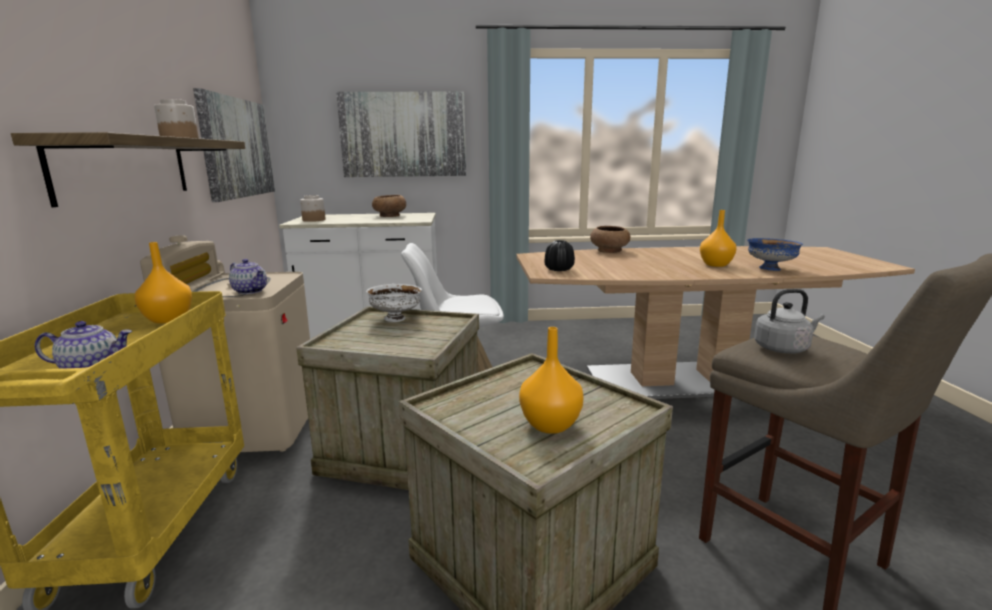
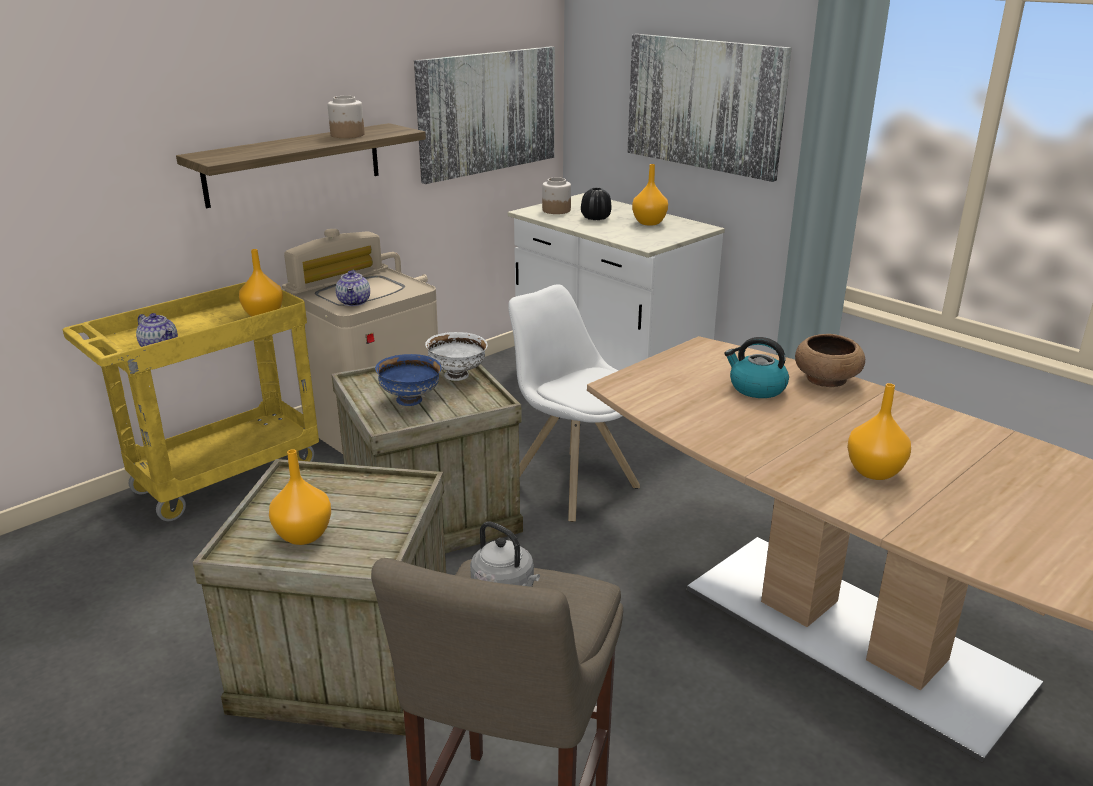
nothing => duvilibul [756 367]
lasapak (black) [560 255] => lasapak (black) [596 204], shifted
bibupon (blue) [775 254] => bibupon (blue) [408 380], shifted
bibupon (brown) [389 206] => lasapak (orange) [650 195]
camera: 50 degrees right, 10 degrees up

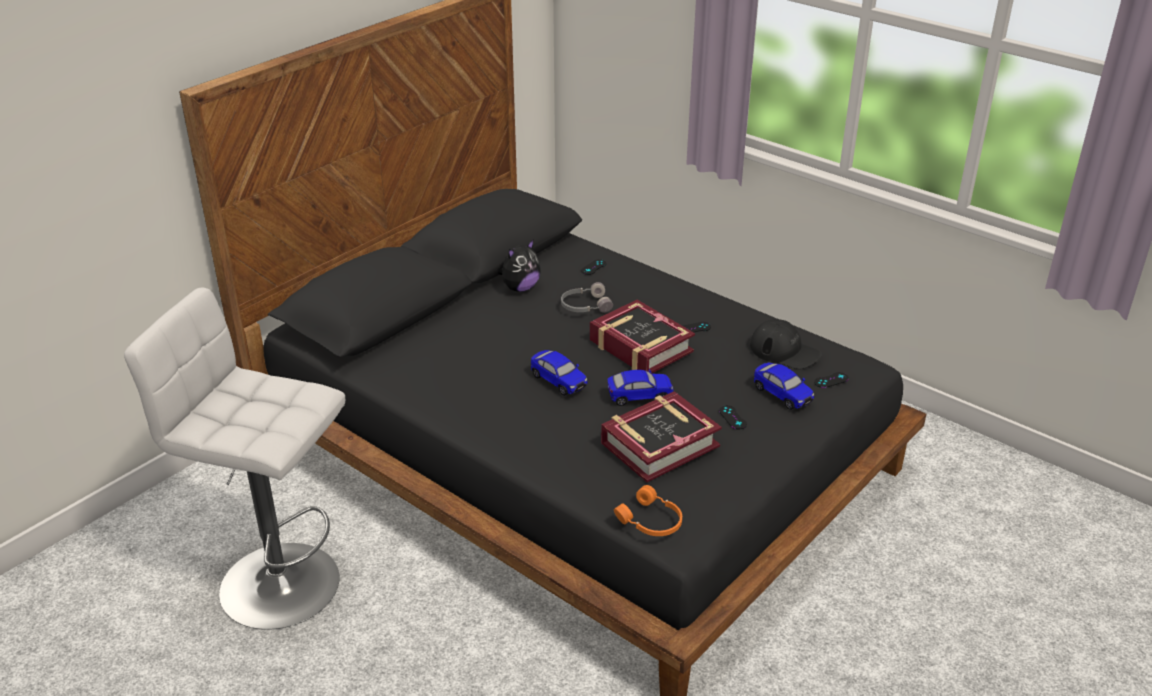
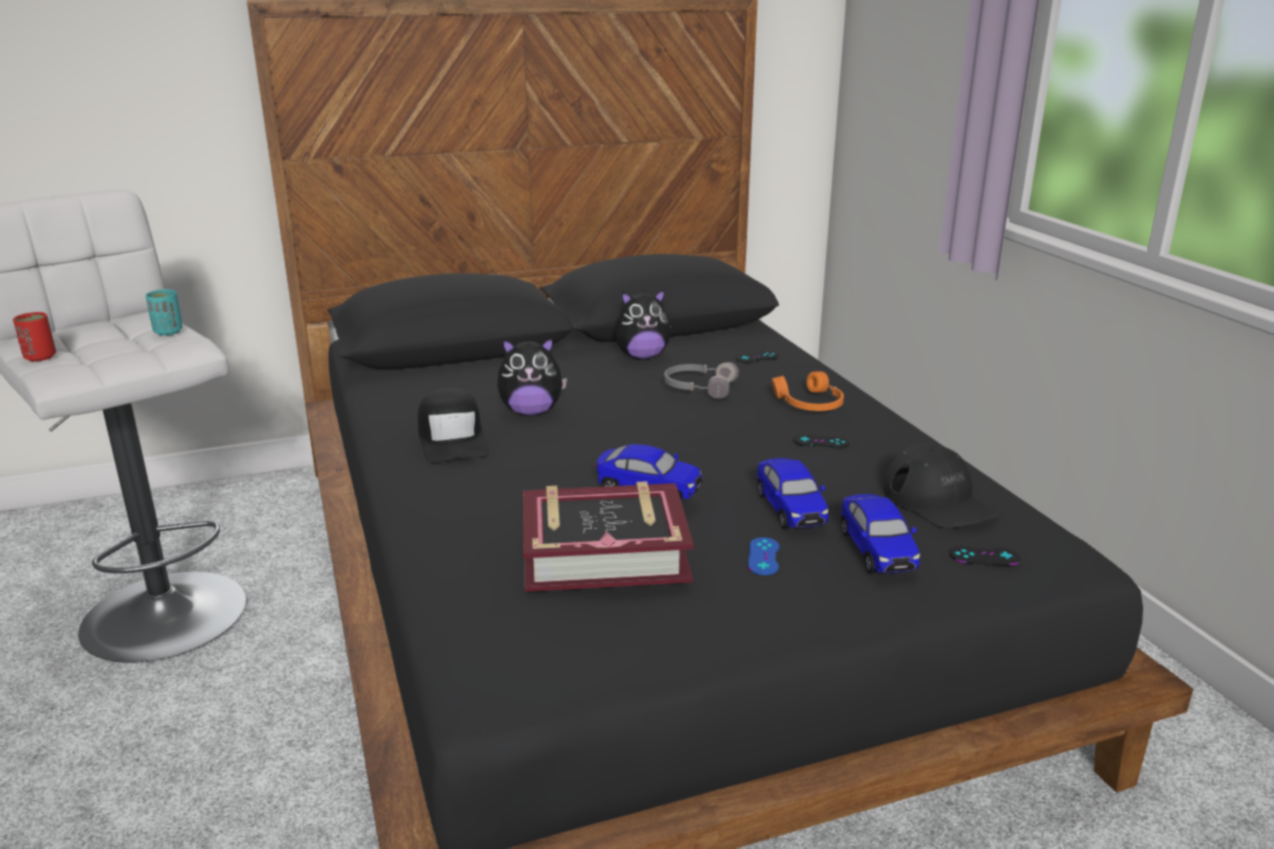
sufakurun [642 336] => nothing
nothing => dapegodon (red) [34 336]
nothing => dapegodon (turquoise) [164 312]
nothing => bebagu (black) [453 425]
nothing => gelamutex [532 376]
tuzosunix [559 373] => tuzosunix [792 493], shifted
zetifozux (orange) [648 510] => zetifozux (orange) [808 391], shifted
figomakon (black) [733 417] => figomakon (blue) [763 556]
camera: 30 degrees right, 10 degrees down

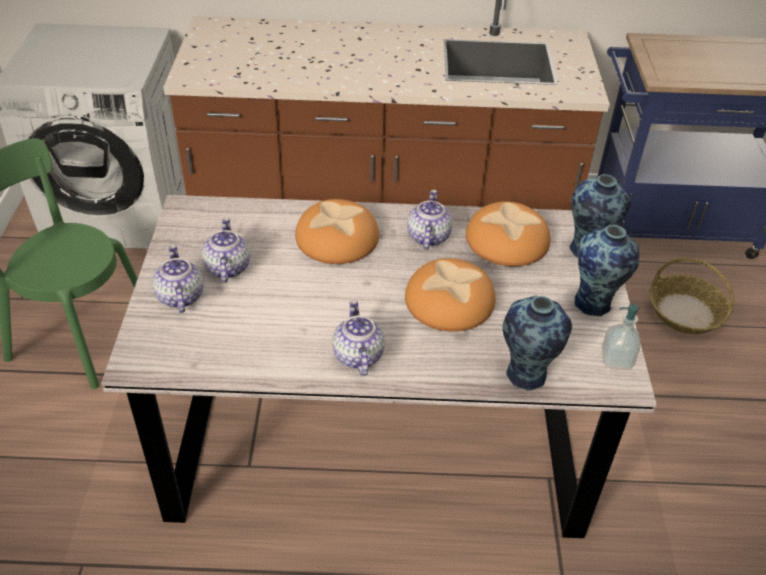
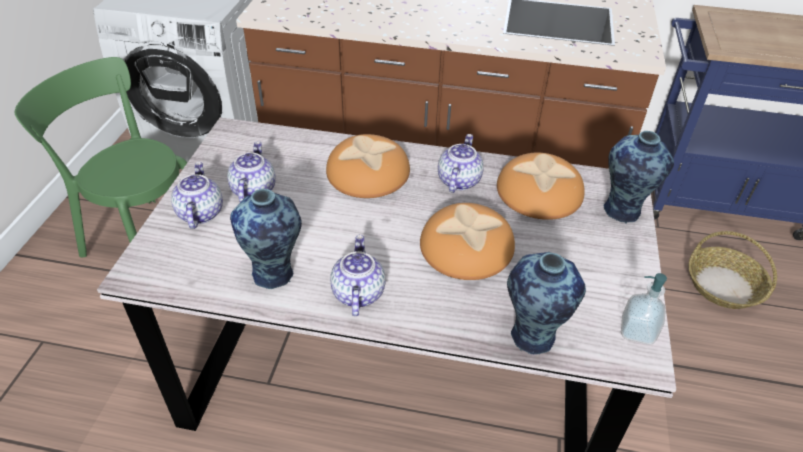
lasapak [607 270] => lasapak [266 239], shifted
camera: 10 degrees right, 0 degrees up

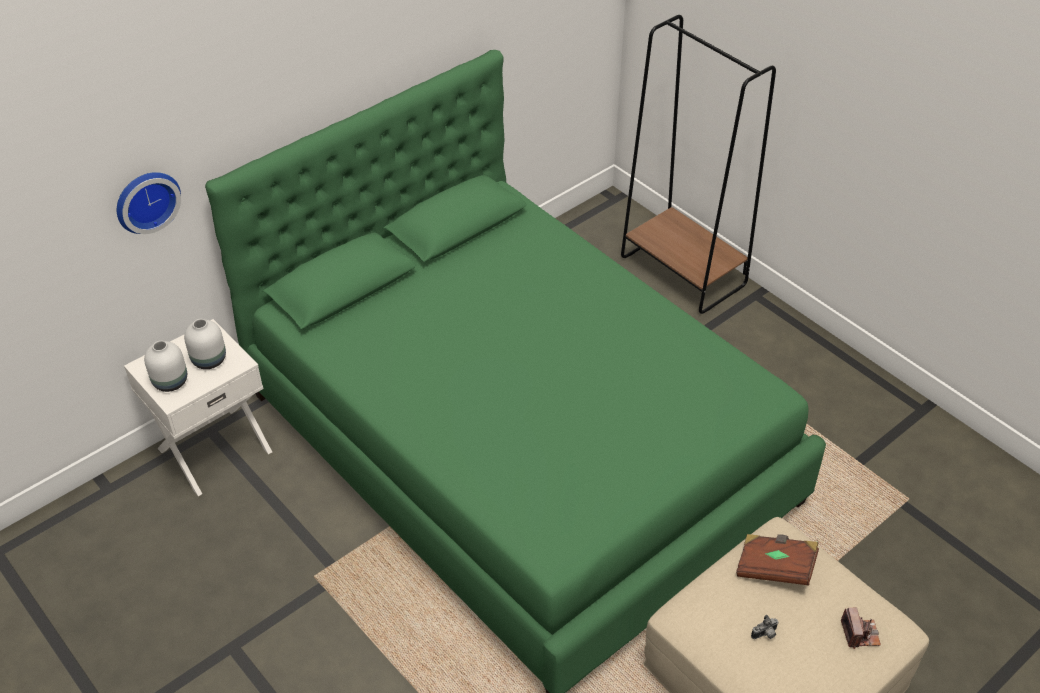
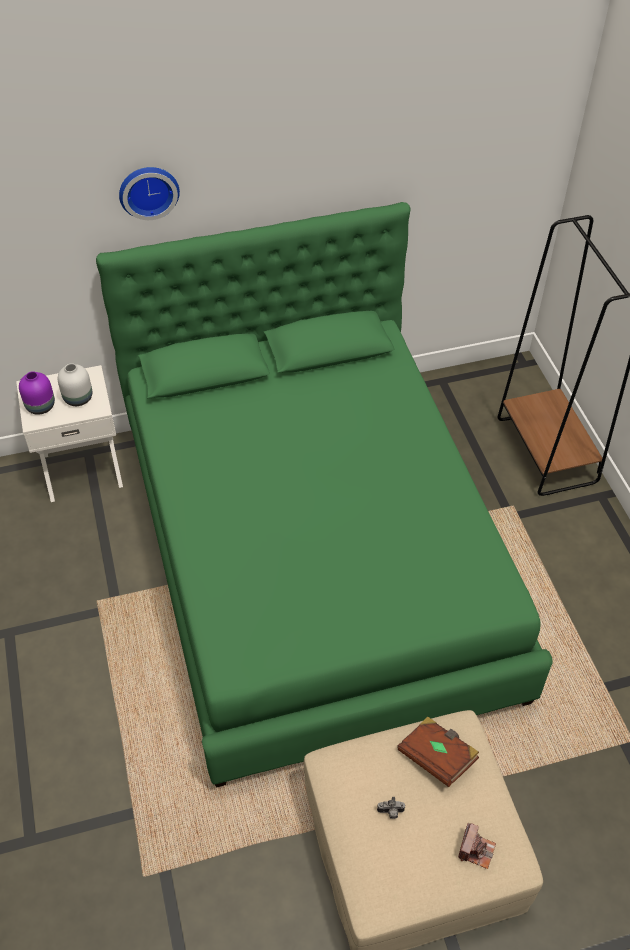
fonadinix [149 203] => fonadinix [149 193], shifted
lasapak (white) [165 366] => lasapak (purple) [37 393]
camera: 25 degrees right, 5 degrees up

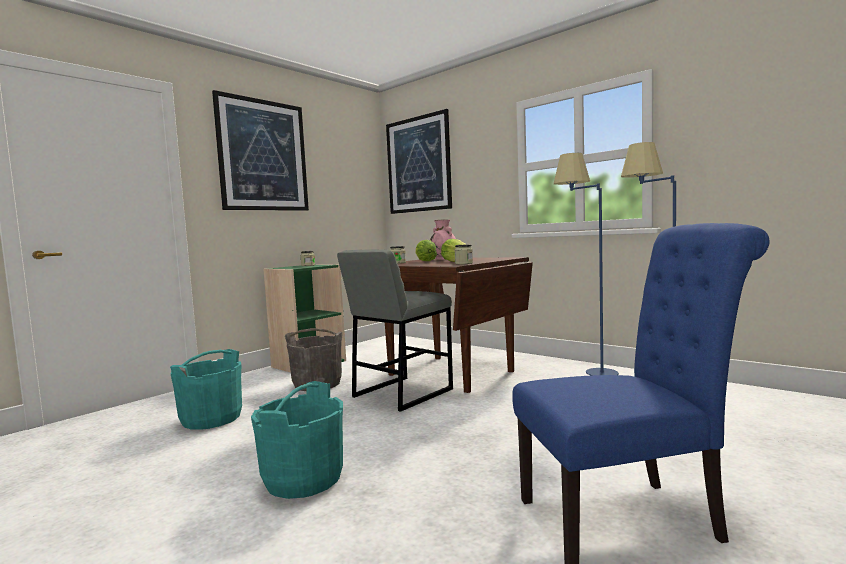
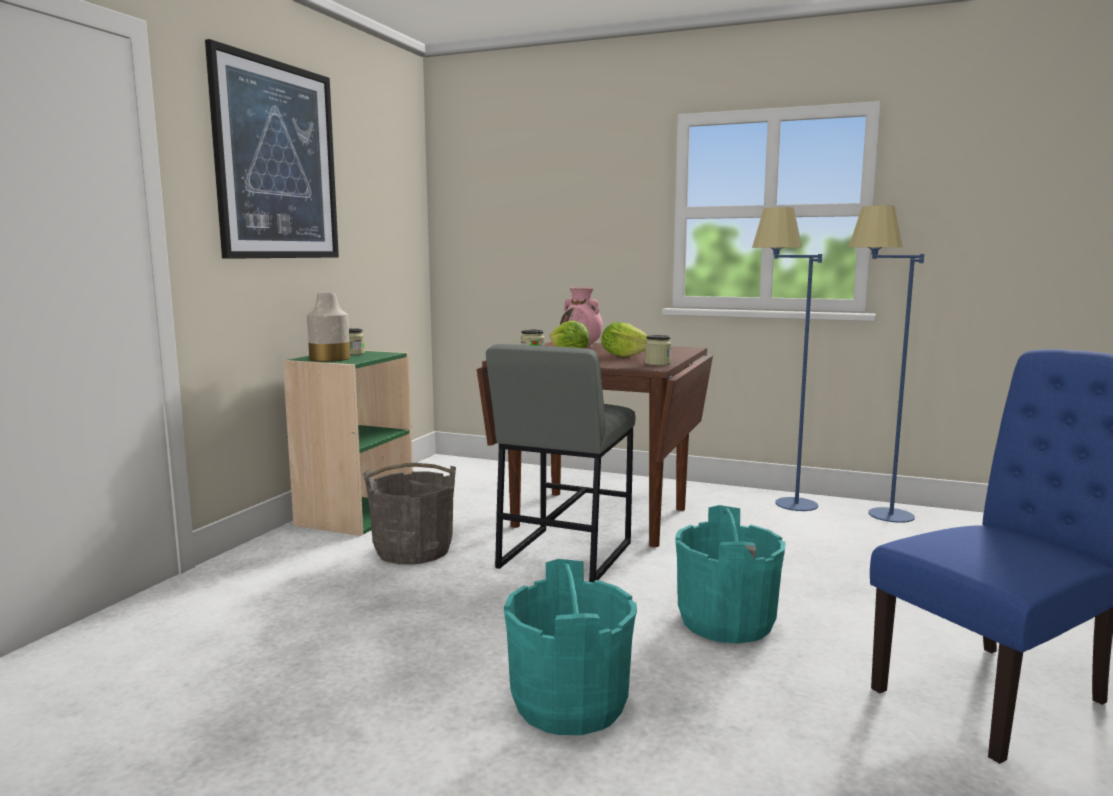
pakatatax [419 161] => nothing
nothing => lasapak (beige) [328 327]
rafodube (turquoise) [206 389] => rafodube (turquoise) [730 574], shifted
camera: 20 degrees left, 5 degrees up

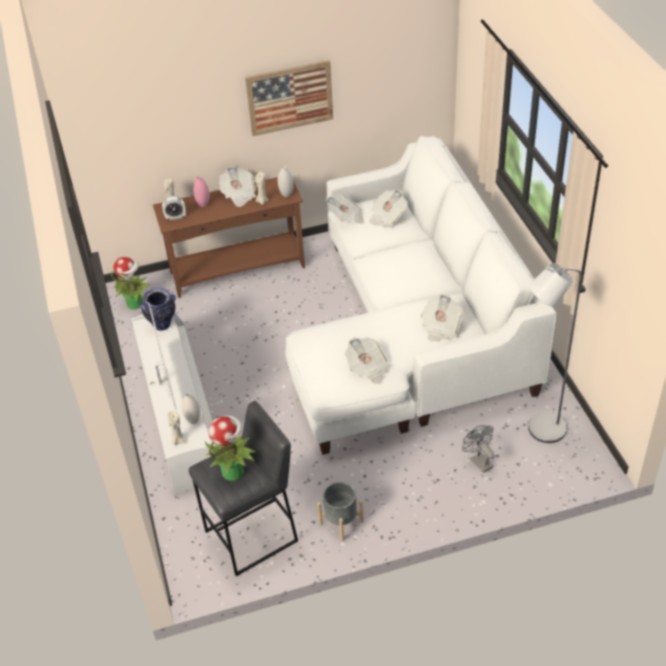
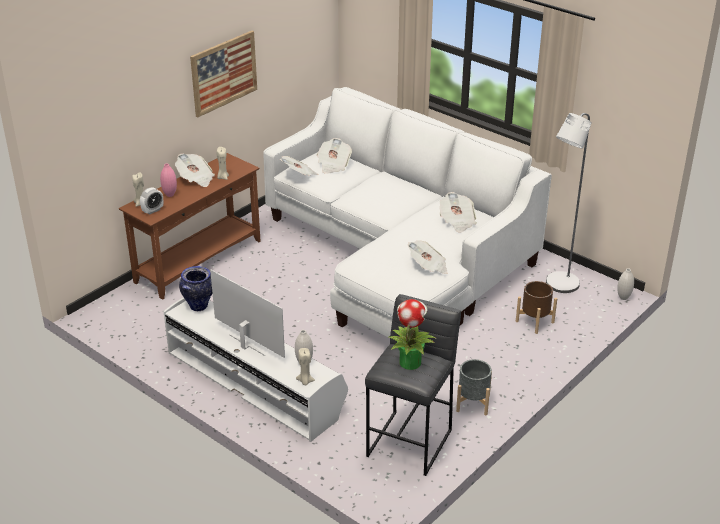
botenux [130 283] => nothing
lasapak (white) [285 181] => lasapak (white) [625 284], shifted
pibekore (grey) [478 449] => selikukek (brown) [536 307]
camera: 35 degrees left, 10 degrees down

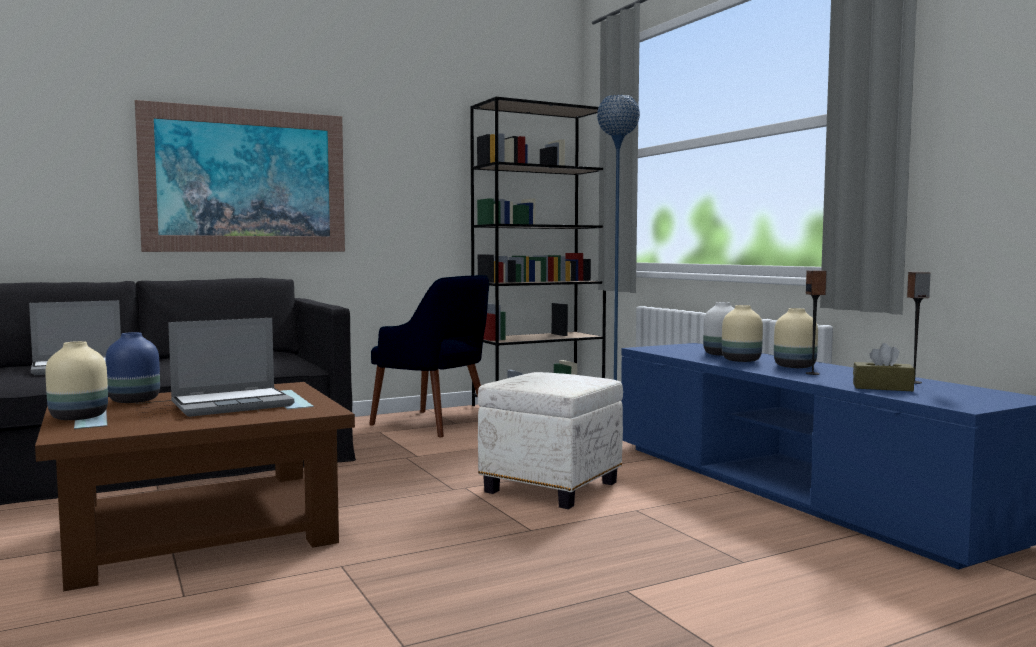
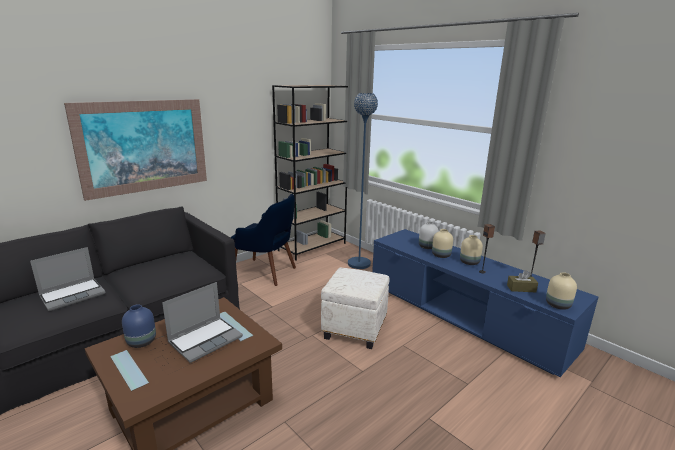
lasapak (beige) [76 380] => lasapak (beige) [561 291], shifted
camera: 15 degrees left, 15 degrees up

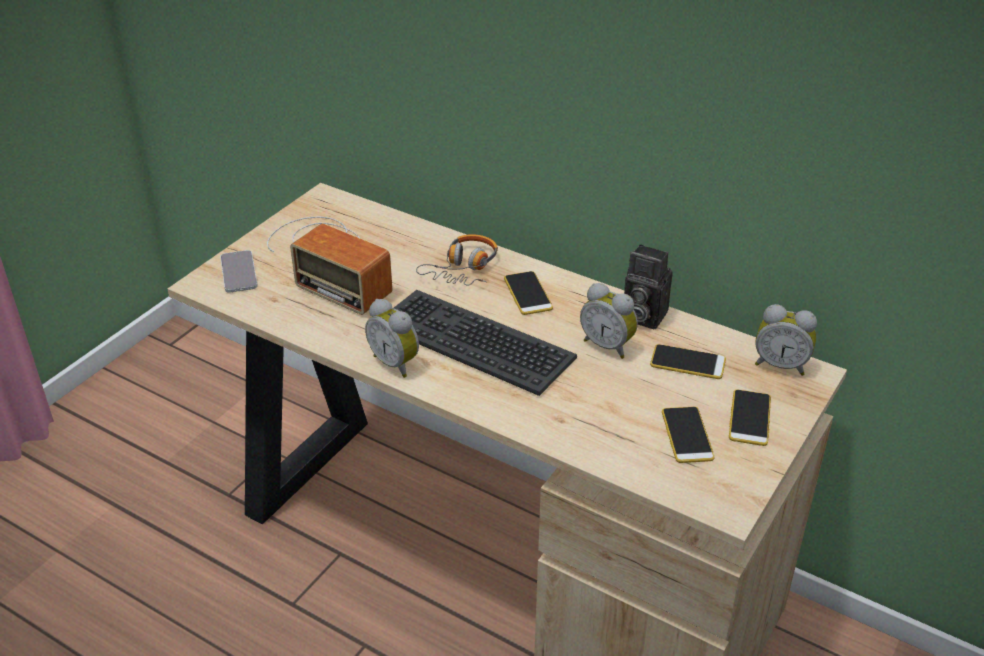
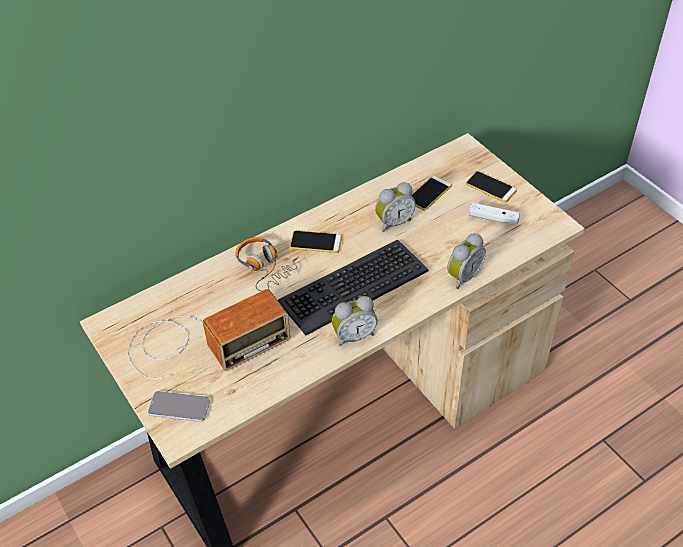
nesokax [648 286] => nothing
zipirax [786 340] => zipirax [466 261], shifted
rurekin [688 435] => figomakon (white) [494 213]
camera: 65 degrees left, 10 degrees up

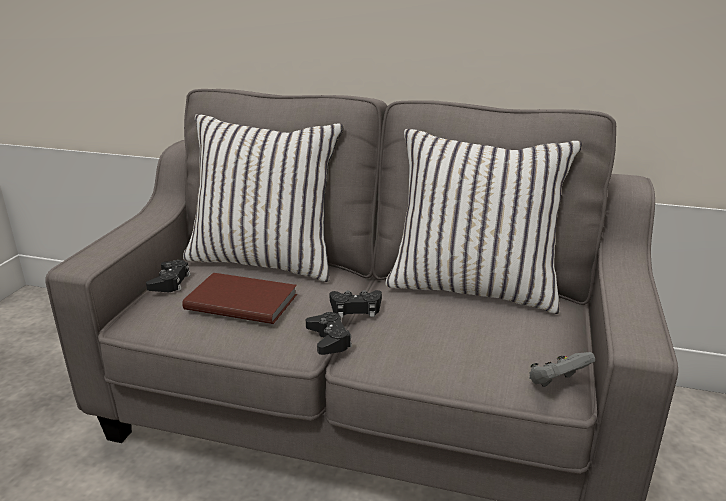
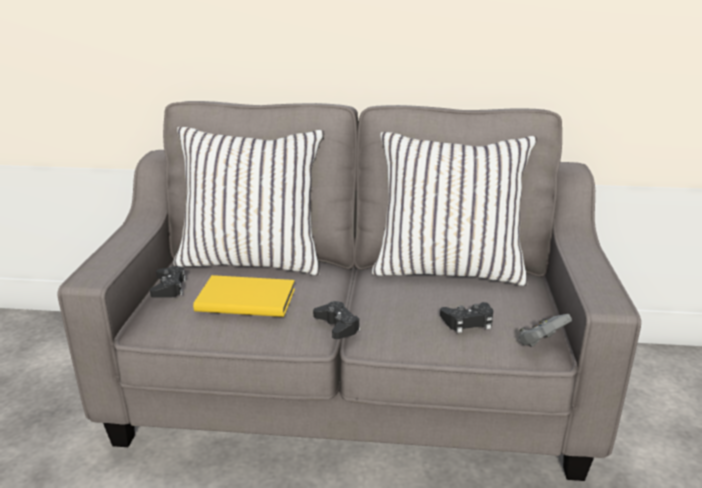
figomakon (black) [355 304] => figomakon (black) [466 317], shifted
sufakurun (brown) [239 298] => sufakurun (yellow) [244 296]
camera: 10 degrees left, 0 degrees up

